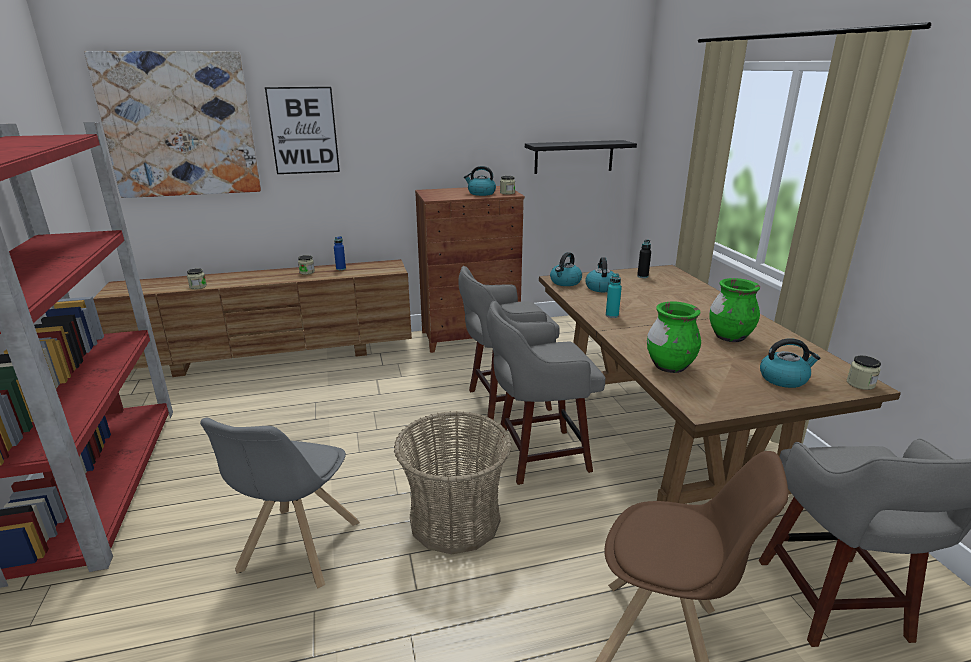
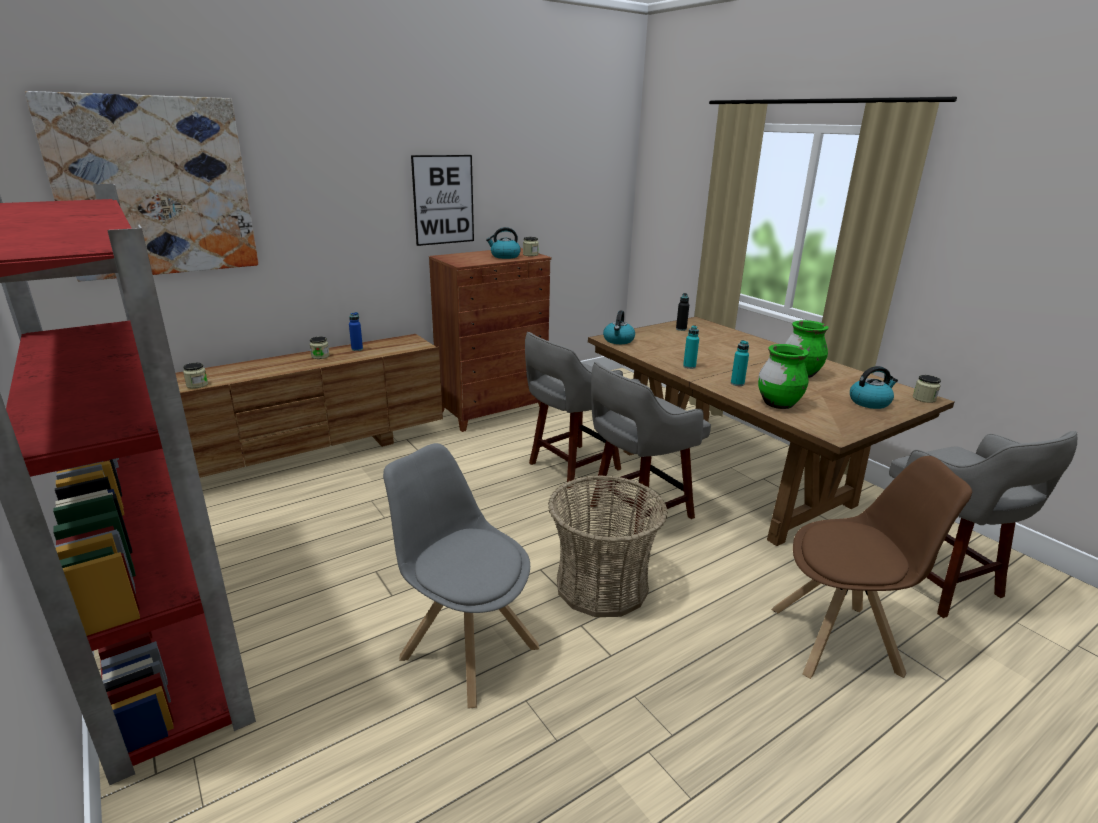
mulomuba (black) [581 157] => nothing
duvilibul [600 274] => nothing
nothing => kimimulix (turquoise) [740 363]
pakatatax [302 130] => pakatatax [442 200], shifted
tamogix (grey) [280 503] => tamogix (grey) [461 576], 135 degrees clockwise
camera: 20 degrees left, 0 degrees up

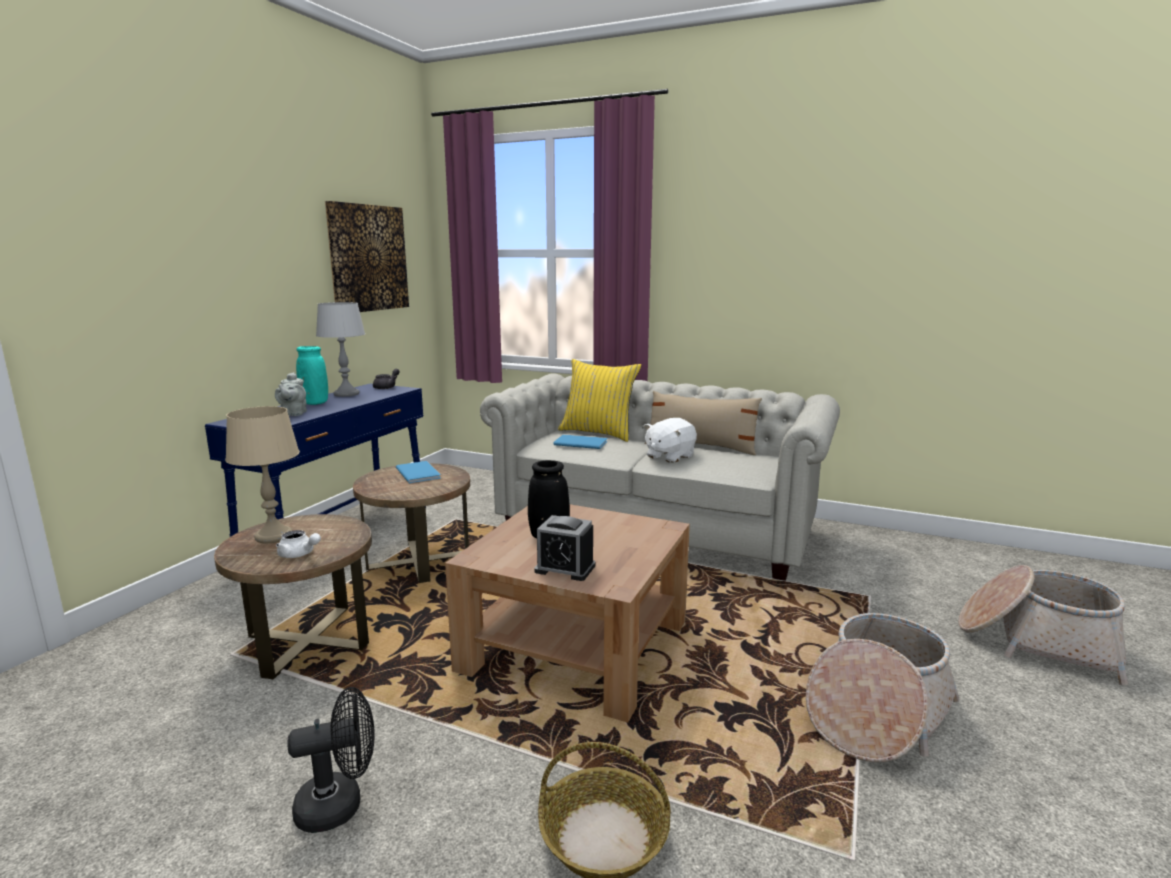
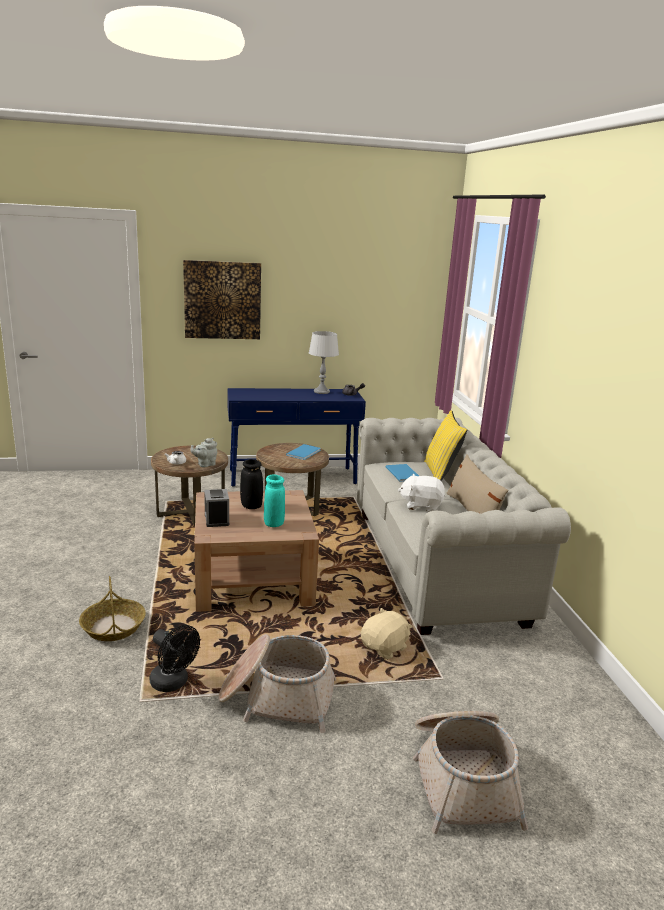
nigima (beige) [262 474] => nothing
nothing => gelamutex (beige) [386 633]
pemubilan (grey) [291 394] => pemubilan (grey) [203 452], shifted
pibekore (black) [331 760] => pibekore (black) [175 658], shifted
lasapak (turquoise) [312 375] => lasapak (turquoise) [274 501], shifted
pakatatax [367 256] => pakatatax [222 299], shifted
camera: 55 degrees right, 5 degrees up

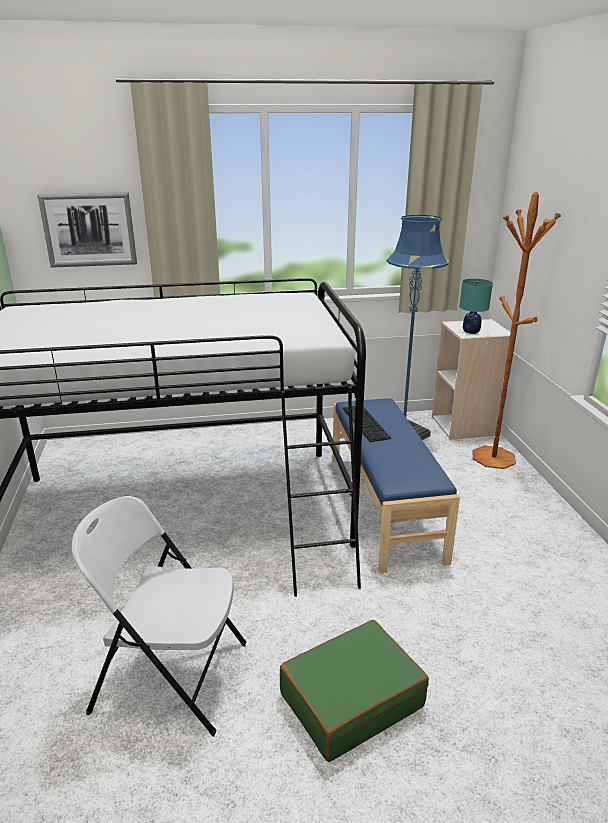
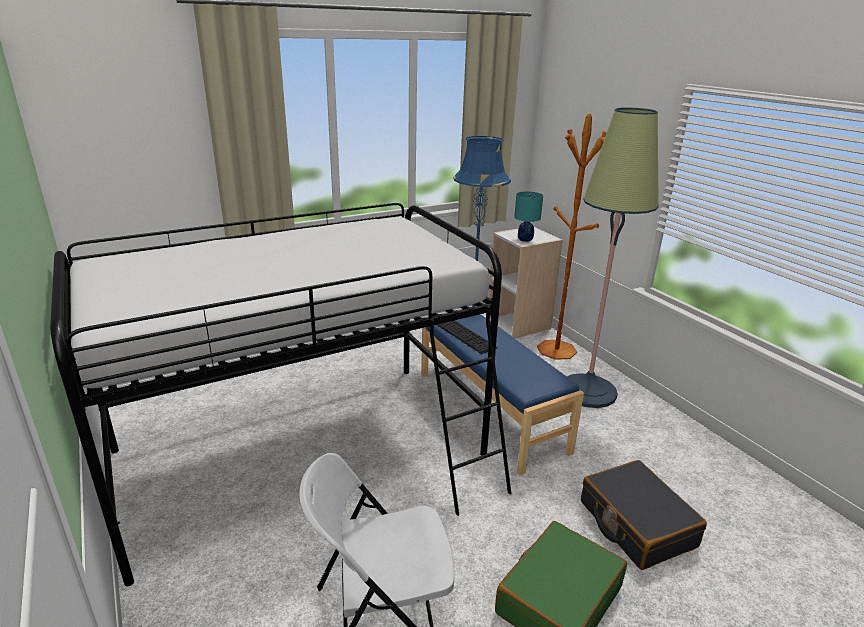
pakatatax [87 230] => nothing
nothing => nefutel [613 257]
nothing => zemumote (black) [644 515]
camera: 20 degrees left, 0 degrees up

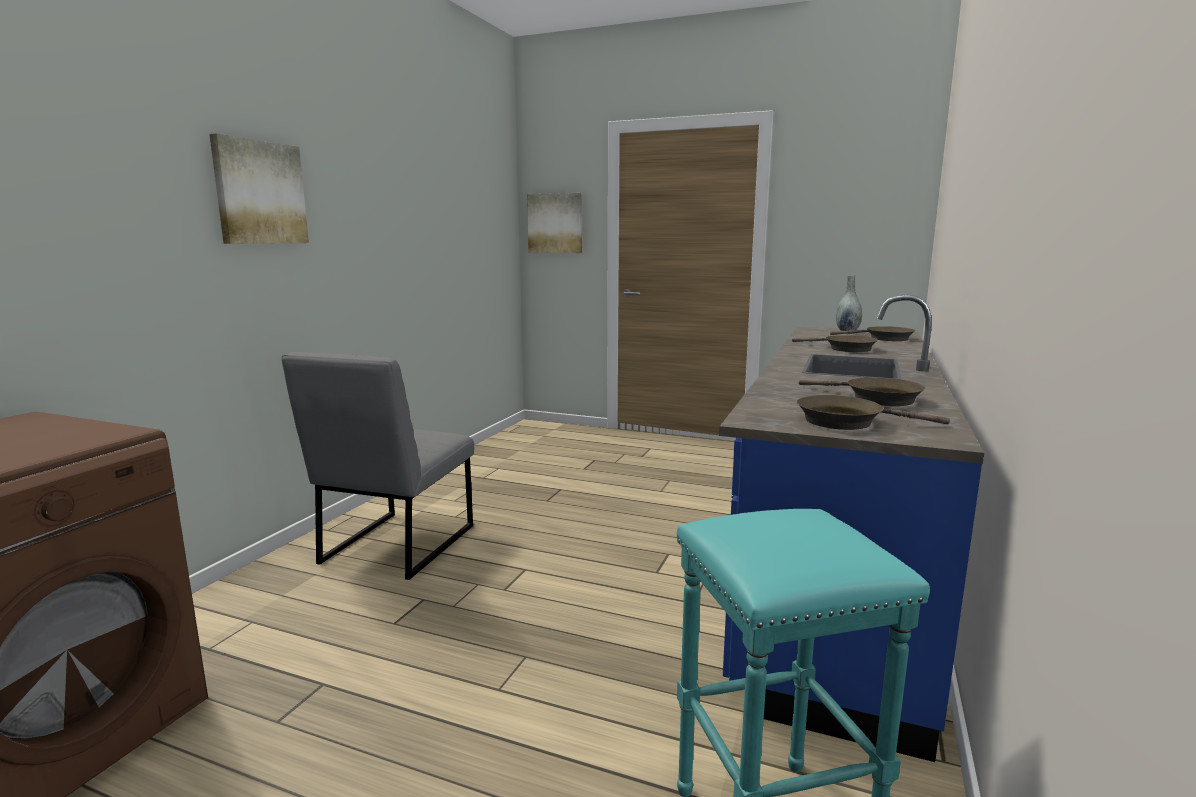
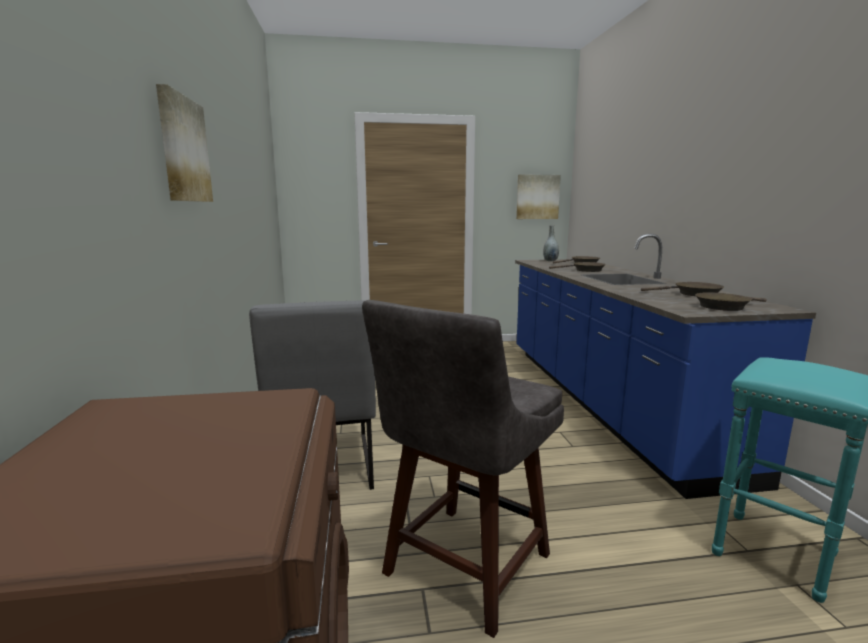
nothing => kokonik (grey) [463 469]
pakatatax [554 223] => pakatatax [538 196], shifted
camera: 30 degrees left, 0 degrees up

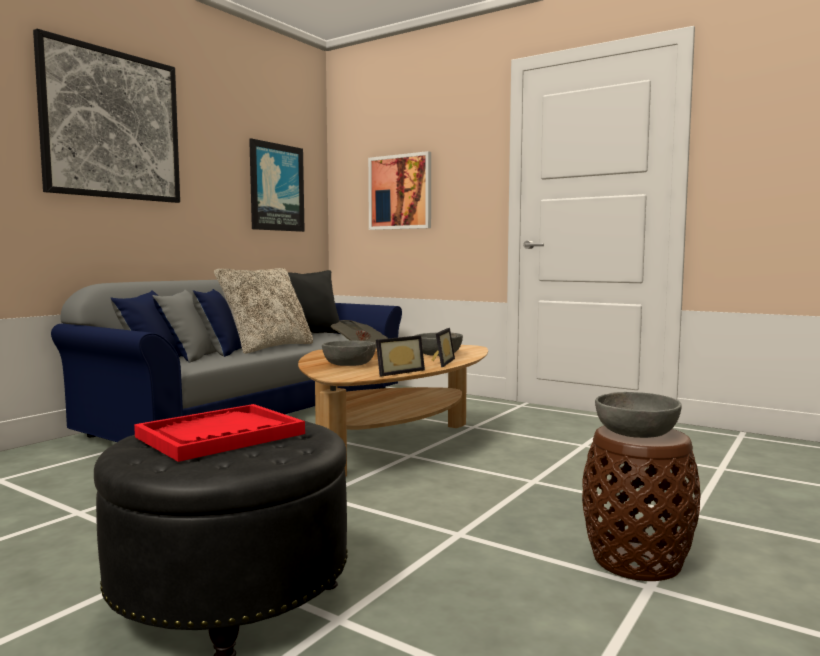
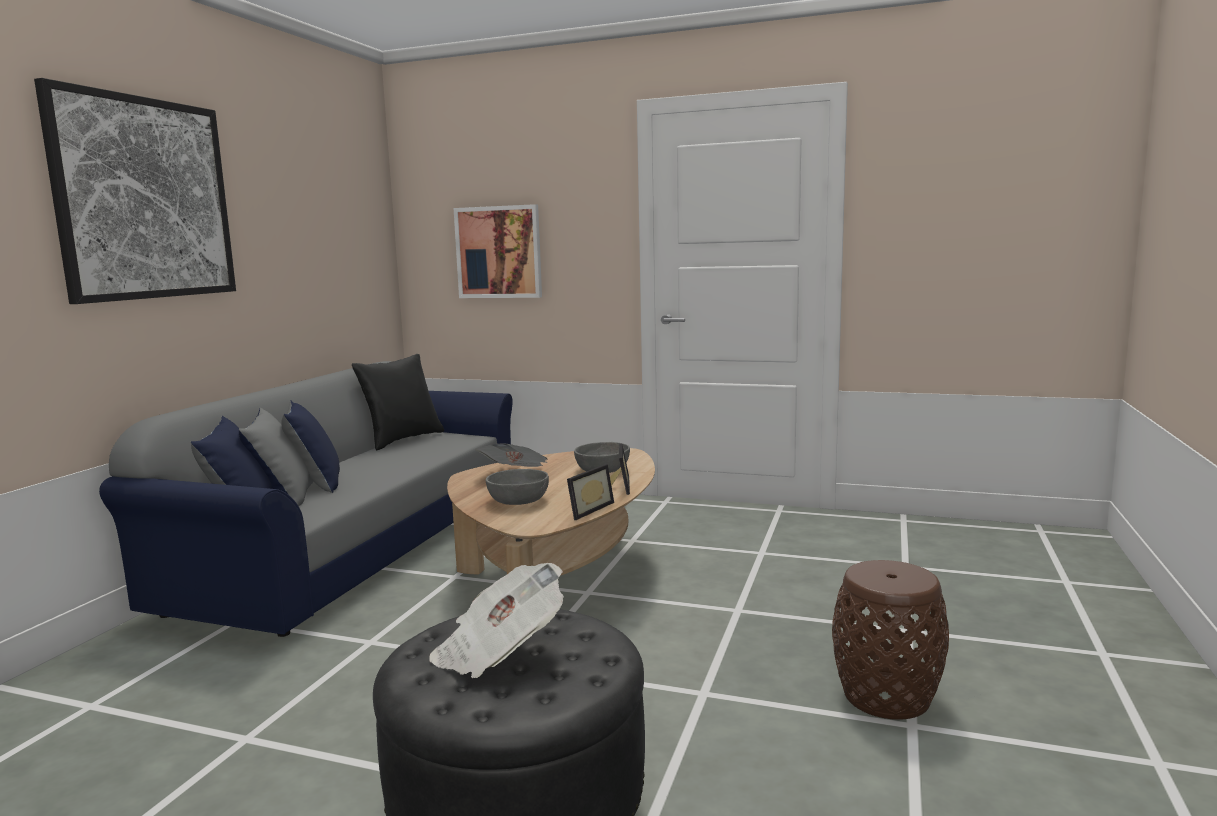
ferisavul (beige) [263 311] => nothing
pakatatax [277 185] => nothing
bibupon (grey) [638 415] => nothing
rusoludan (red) [219 433] => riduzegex [496 620]
camera: 15 degrees left, 5 degrees up

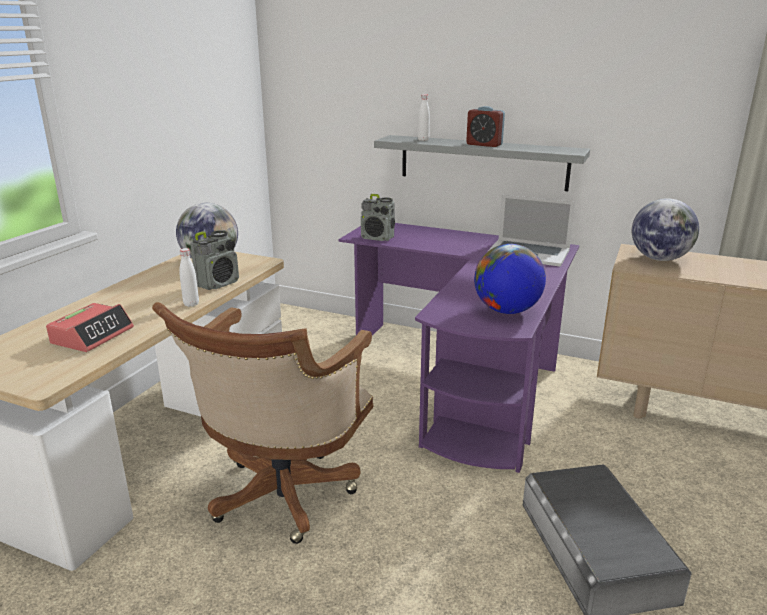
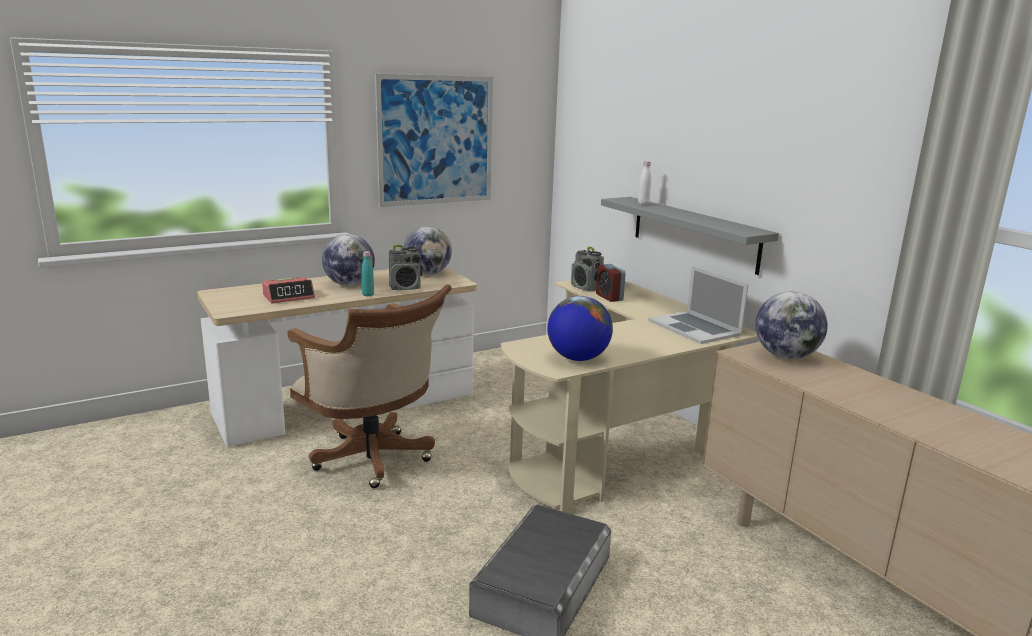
nothing => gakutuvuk [348 260]
nothing => pakatatax [434 140]
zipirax [485 126] => zipirax [611 283], shifted
kimimulix (white) [189 277] => kimimulix (turquoise) [367 273]
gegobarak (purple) [459 348] => gegobarak (beige) [629 396]
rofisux [262 423] => rofisux [369 386], 105 degrees counterclockwise
camera: 35 degrees right, 5 degrees down

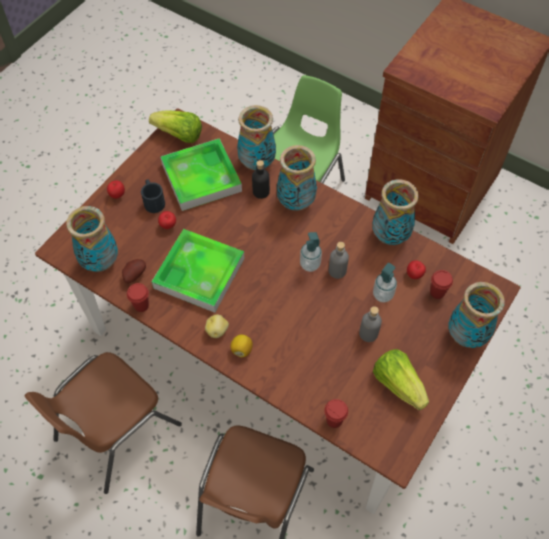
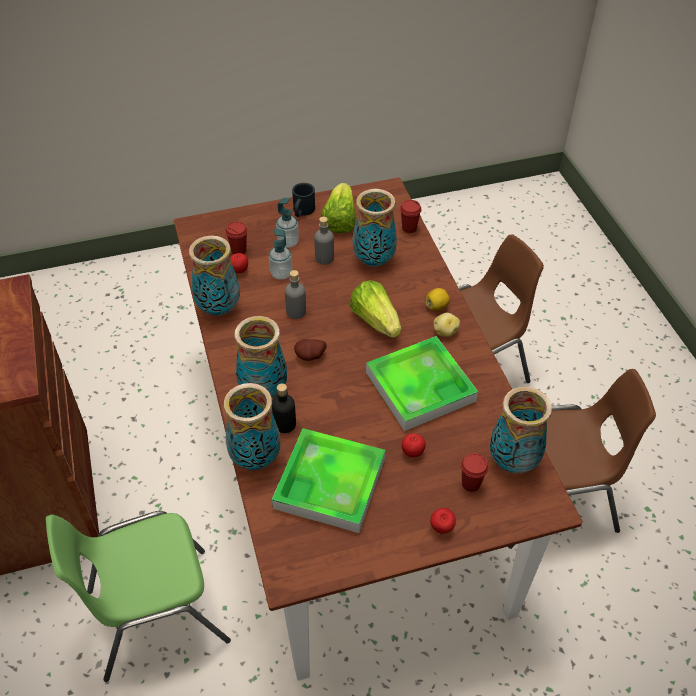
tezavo [134 271] => tezavo [310 350], shifted
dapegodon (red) [138 297] => dapegodon (red) [475 472], shifted
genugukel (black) [153 196] => genugukel (black) [303 200], shifted
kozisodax [175 126] => kozisodax [375 309], shifted
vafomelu [311 252] => vafomelu [287 223], shifted
lasapak [476 315] => lasapak [374 228], shifted
camera: 140 degrees left, 10 degrees down

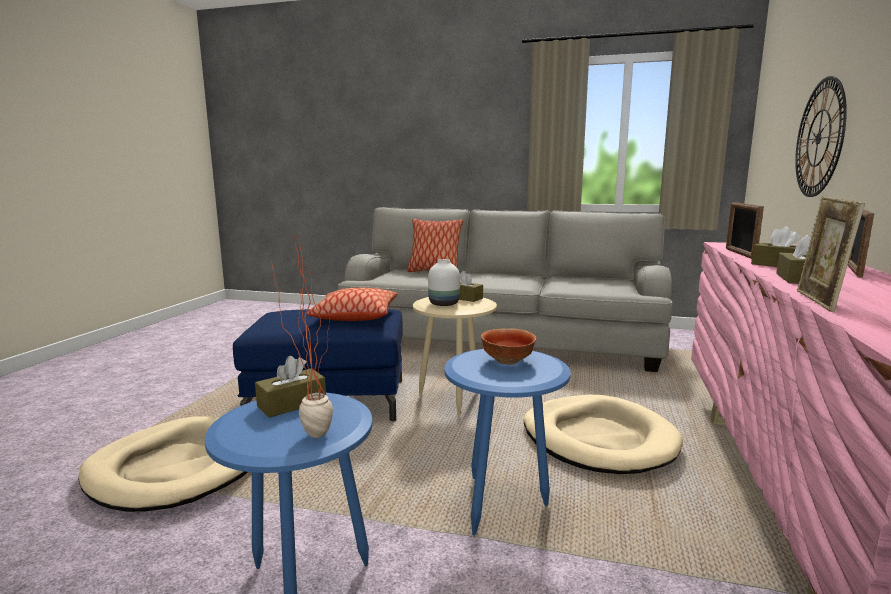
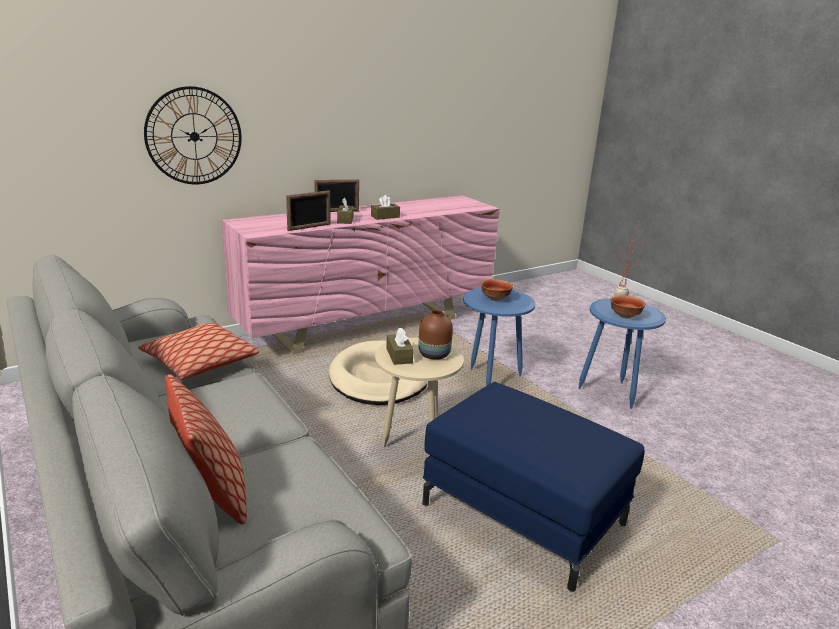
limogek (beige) [163 464] => nothing
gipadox [831 254] => nothing
ferisavul [352 304] => ferisavul [199 351], shifted
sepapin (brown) [290 387] => bibupon [628 306]
lasapak (white) [444 282] => lasapak (brown) [436 335]
camera: 140 degrees left, 10 degrees up

